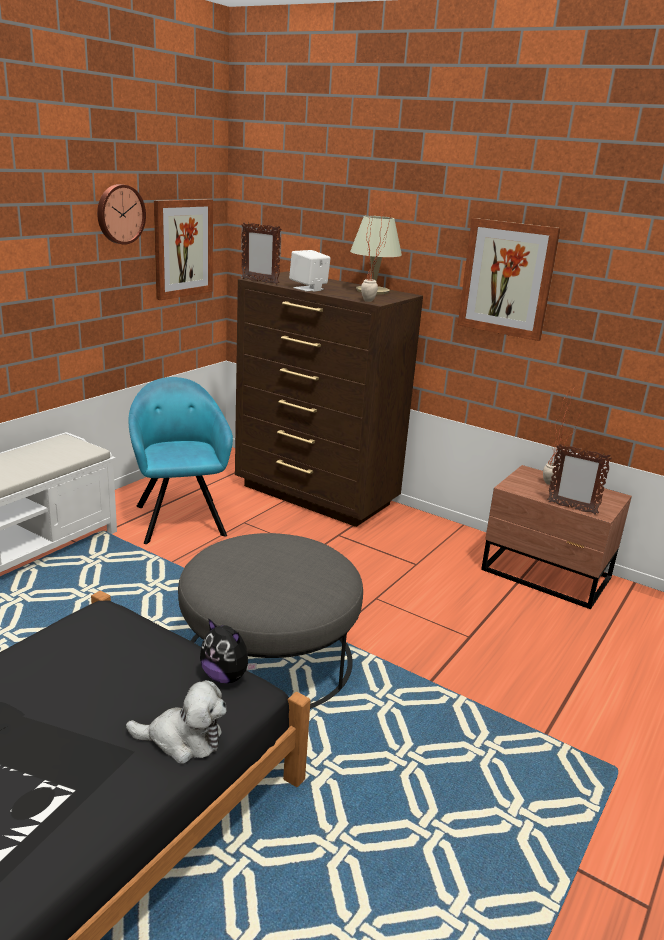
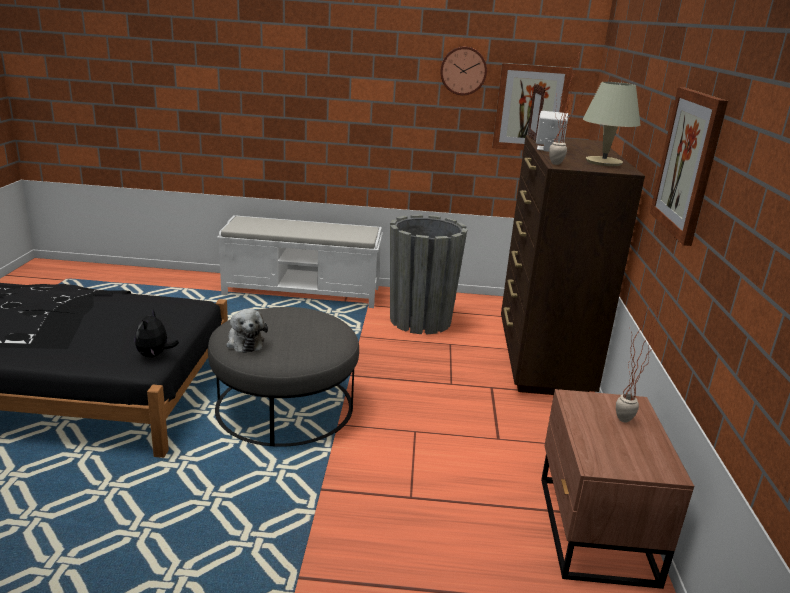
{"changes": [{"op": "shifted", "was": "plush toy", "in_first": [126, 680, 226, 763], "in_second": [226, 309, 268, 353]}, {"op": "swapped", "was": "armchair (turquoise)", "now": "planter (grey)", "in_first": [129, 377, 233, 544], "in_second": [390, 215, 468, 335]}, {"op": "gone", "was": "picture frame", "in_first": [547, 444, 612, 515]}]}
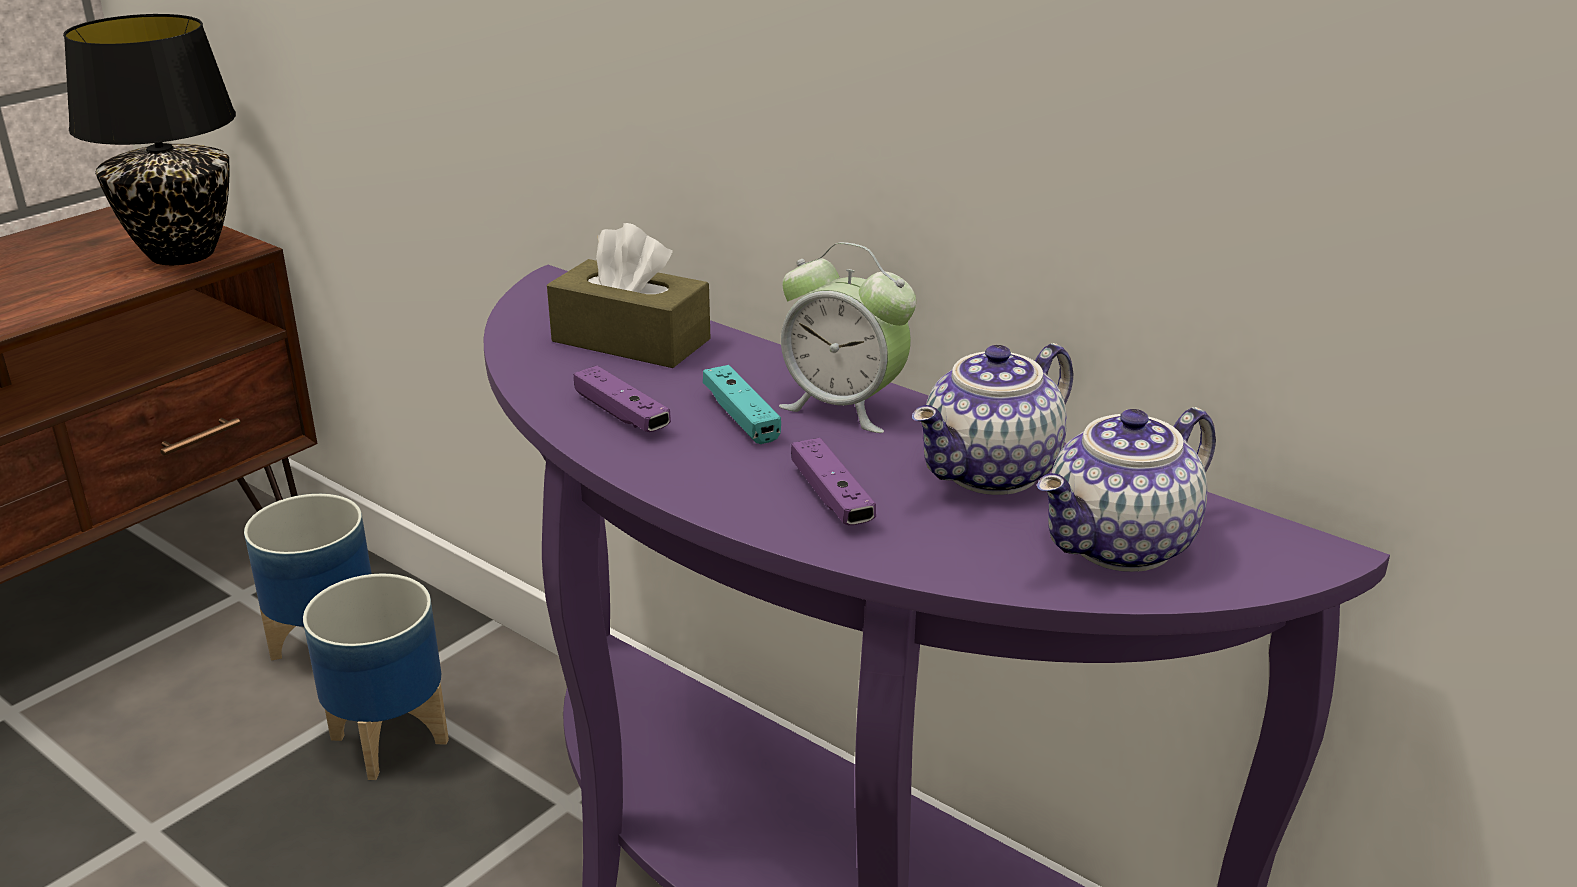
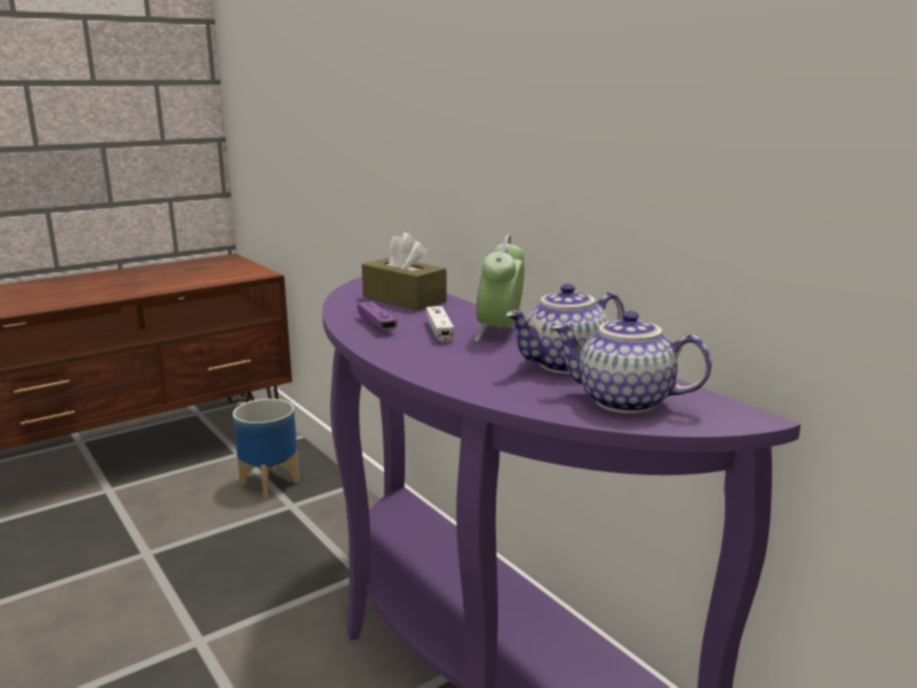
{"changes": [{"op": "gone", "was": "table lamp (black)", "in_first": [63, 14, 236, 265]}, {"op": "gone", "was": "planter", "in_first": [303, 573, 449, 780]}, {"op": "repainted", "was": "game controller (turquoise)", "now": "game controller (white)", "in_first": [703, 365, 781, 444], "in_second": [426, 306, 454, 342]}, {"op": "rotated", "was": "alarm clock", "in_first": [779, 242, 916, 433], "in_second": [474, 235, 524, 341], "clockwise": 60}, {"op": "gone", "was": "game controller (purple)", "in_first": [791, 438, 876, 525]}, {"op": "rotated", "was": "teapot", "in_first": [1037, 407, 1216, 572], "in_second": [551, 311, 712, 414], "clockwise": 45}]}
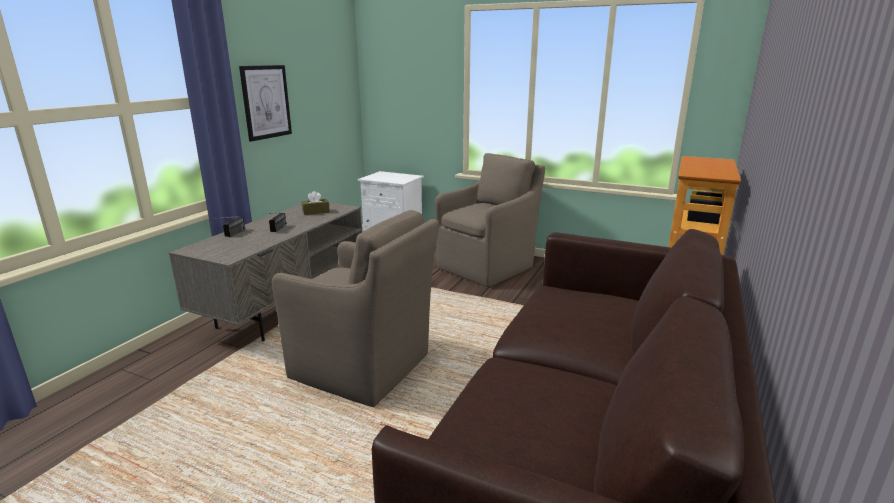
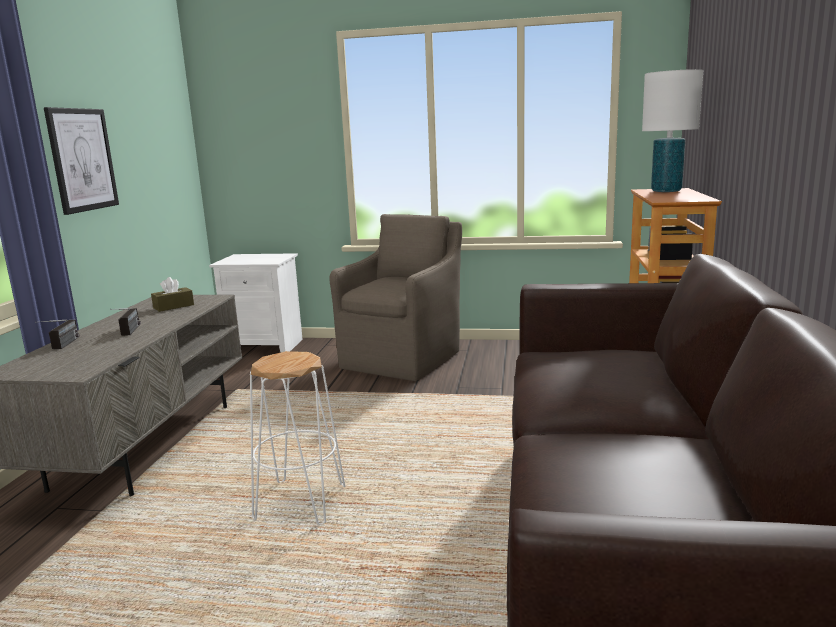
{"changes": [{"op": "swapped", "was": "armchair (brown)", "now": "stool (white)", "in_first": [272, 210, 439, 407], "in_second": [250, 351, 345, 525]}, {"op": "new", "now": "table lamp (white)", "in_second": [642, 69, 703, 192]}]}
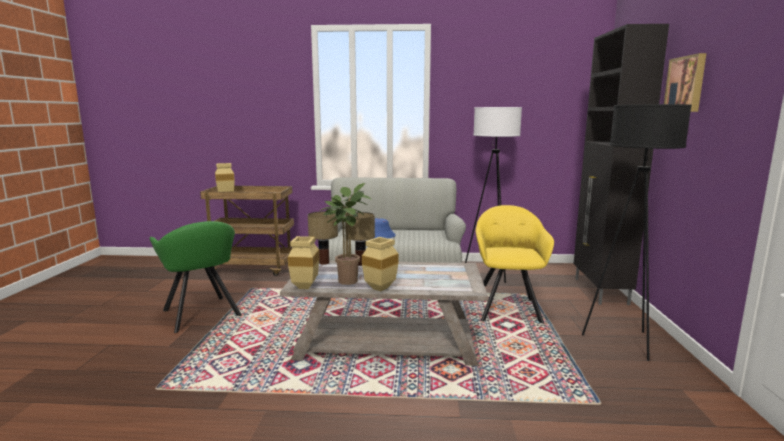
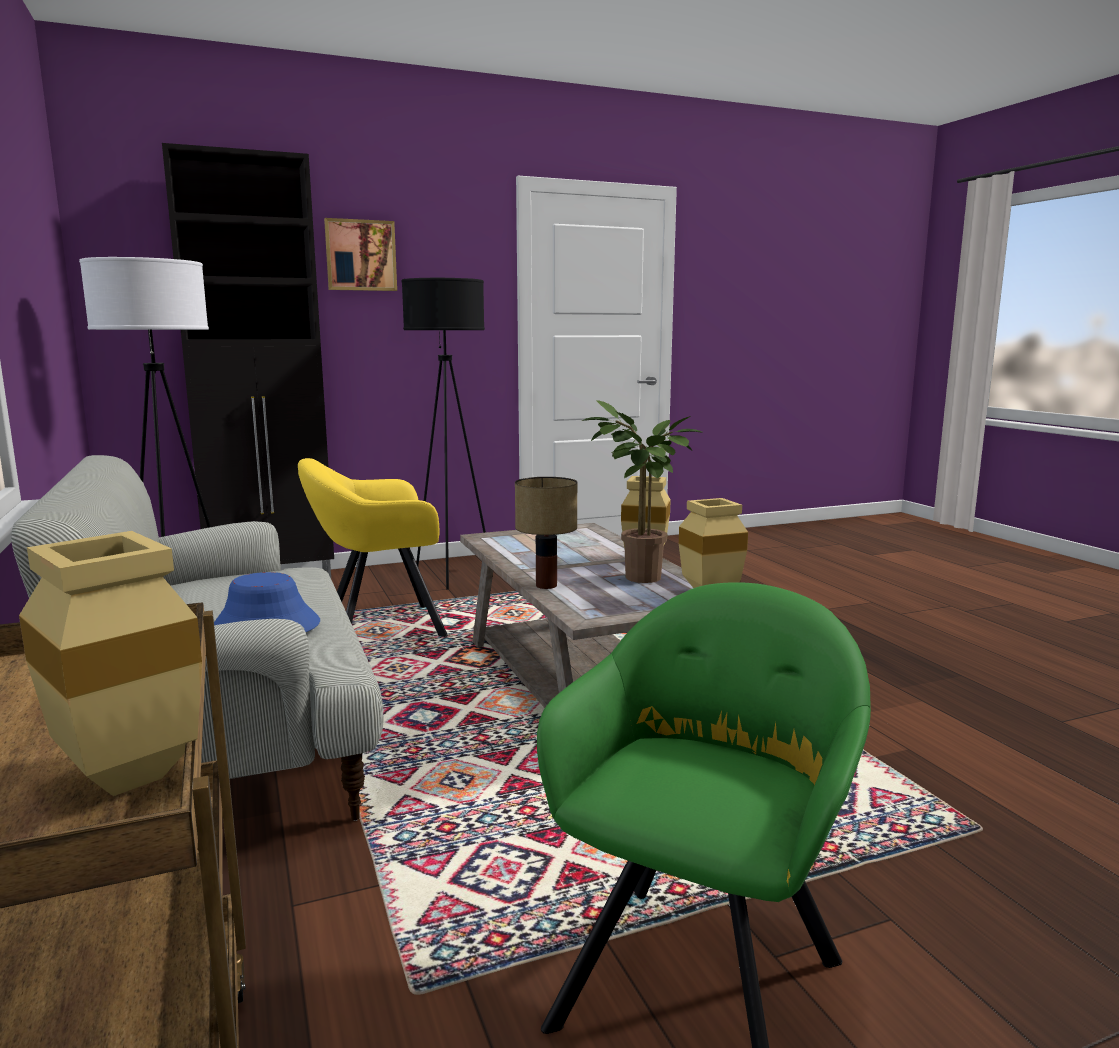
{"changes": [{"op": "gone", "was": "table lamp", "in_first": [308, 211, 338, 265]}]}
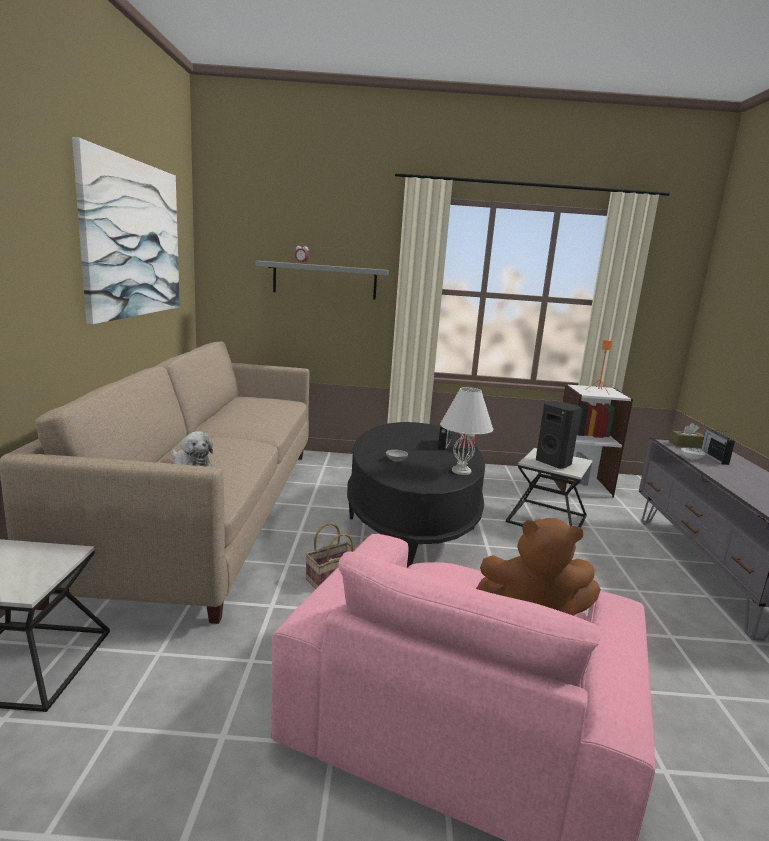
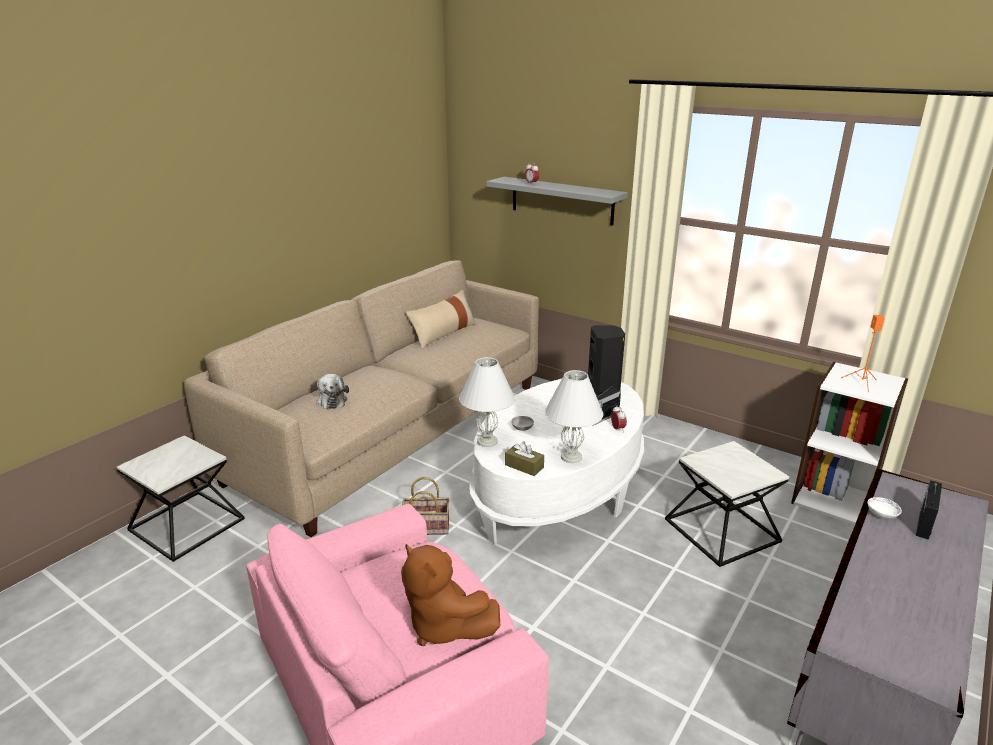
{"changes": [{"op": "gone", "was": "picture", "in_first": [72, 137, 180, 324]}, {"op": "repainted", "was": "coffee table (black)", "now": "coffee table (white)", "in_first": [347, 422, 485, 568], "in_second": [469, 379, 644, 544]}, {"op": "shifted", "was": "speaker (black)", "in_first": [536, 401, 581, 469], "in_second": [588, 325, 625, 395]}, {"op": "shifted", "was": "tissue box (brown)", "in_first": [670, 423, 704, 448], "in_second": [505, 441, 544, 476]}, {"op": "new", "now": "pillow (beige)", "in_second": [406, 290, 477, 349]}, {"op": "new", "now": "table lamp (white)", "in_second": [459, 357, 515, 447]}]}
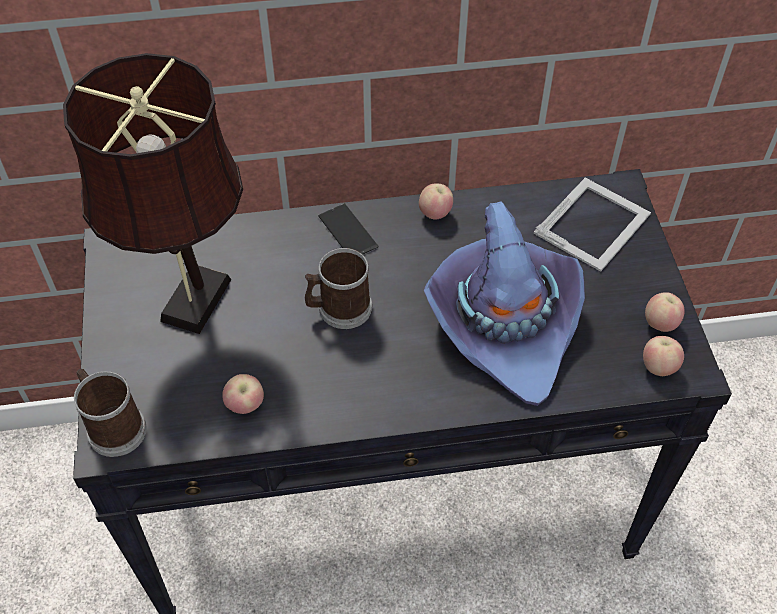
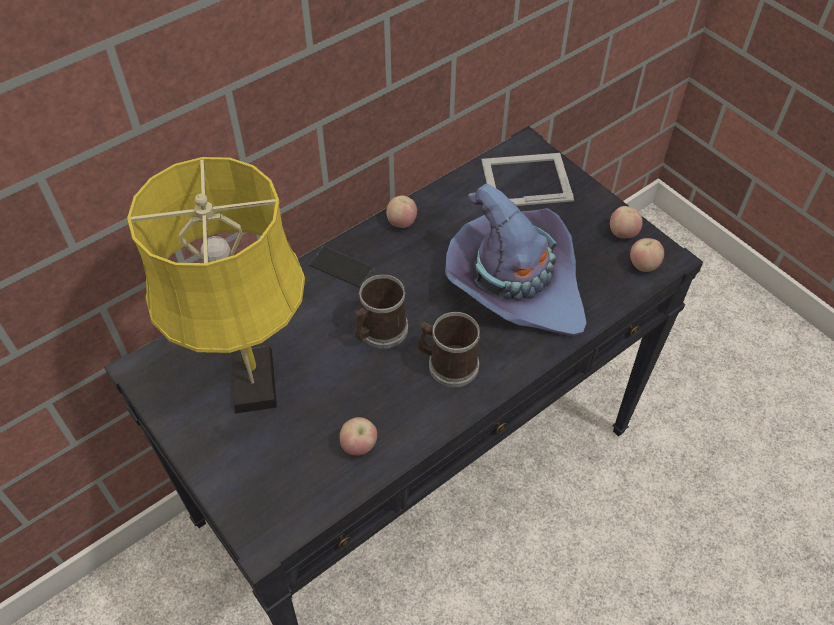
{"changes": [{"op": "repainted", "was": "table lamp (brown)", "now": "table lamp (yellow)", "in_first": [63, 53, 243, 334], "in_second": [127, 157, 305, 414]}, {"op": "shifted", "was": "mug", "in_first": [74, 369, 147, 457], "in_second": [417, 312, 480, 387]}, {"op": "rotated", "was": "picture frame", "in_first": [534, 178, 651, 272], "in_second": [481, 153, 574, 206], "clockwise": -105}]}
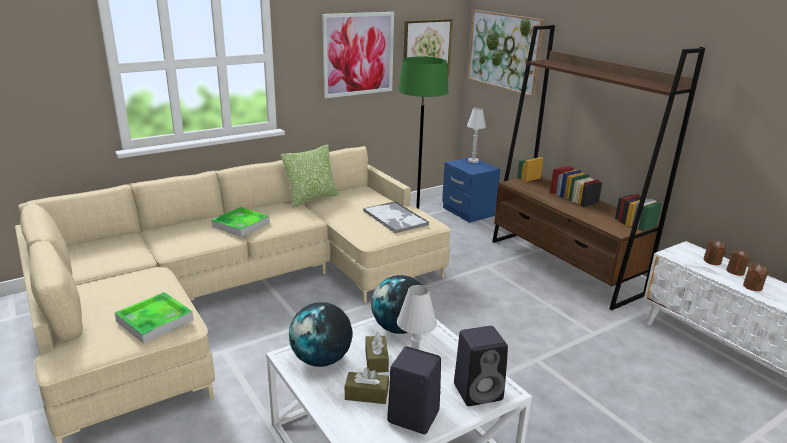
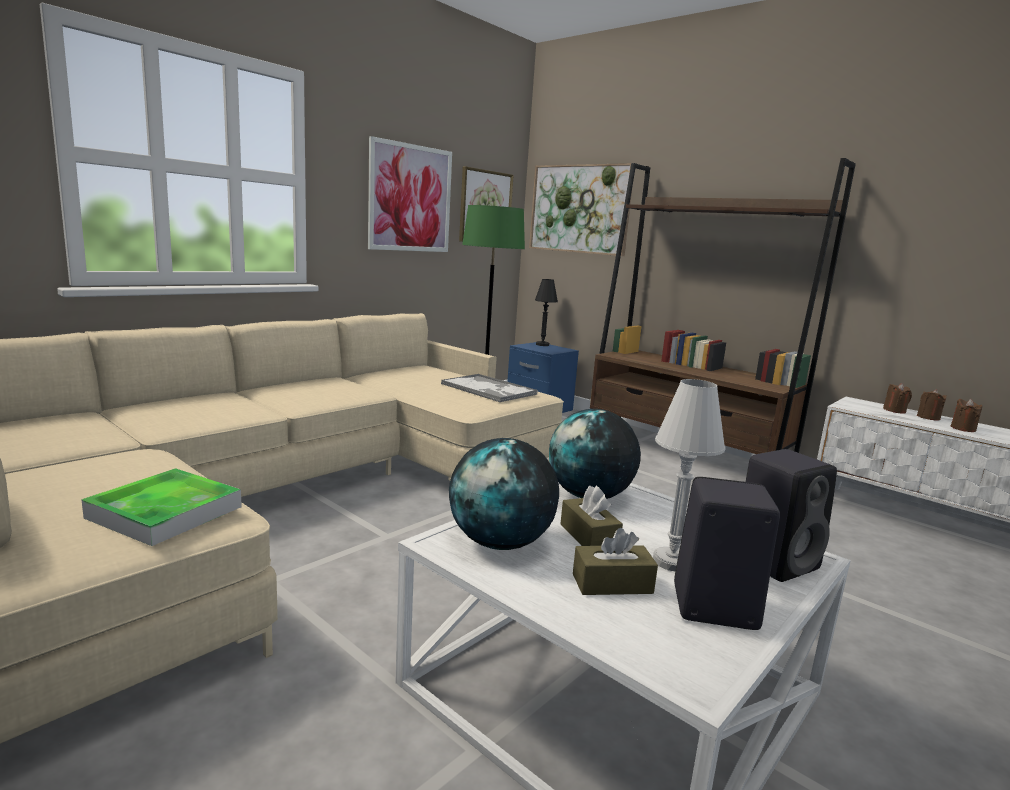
{"changes": [{"op": "gone", "was": "tray", "in_first": [212, 207, 270, 237]}, {"op": "gone", "was": "pillow", "in_first": [281, 144, 339, 208]}, {"op": "repainted", "was": "table lamp (white)", "now": "table lamp (black)", "in_first": [467, 108, 486, 163], "in_second": [535, 279, 558, 346]}]}
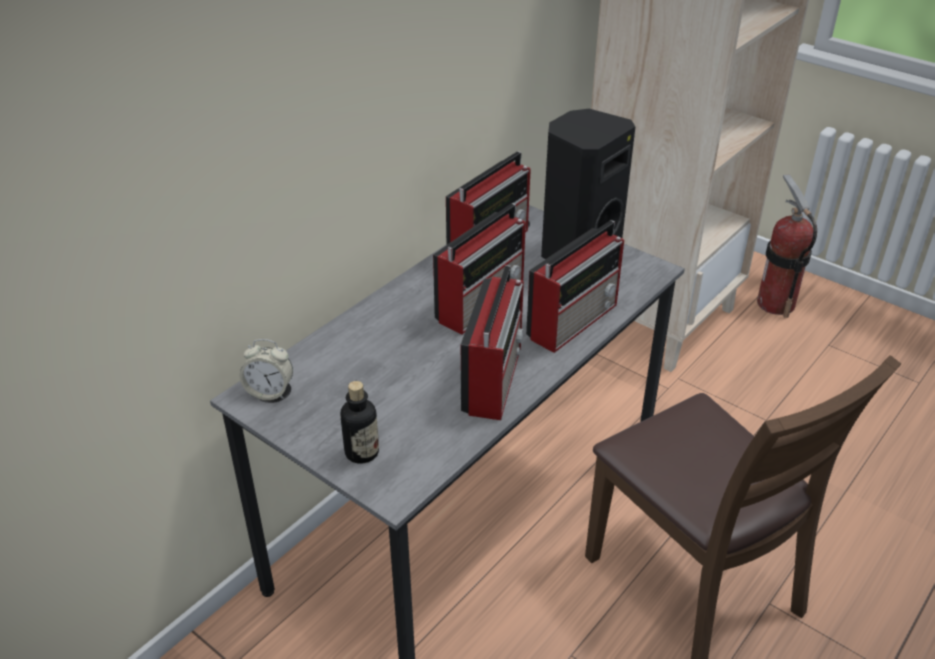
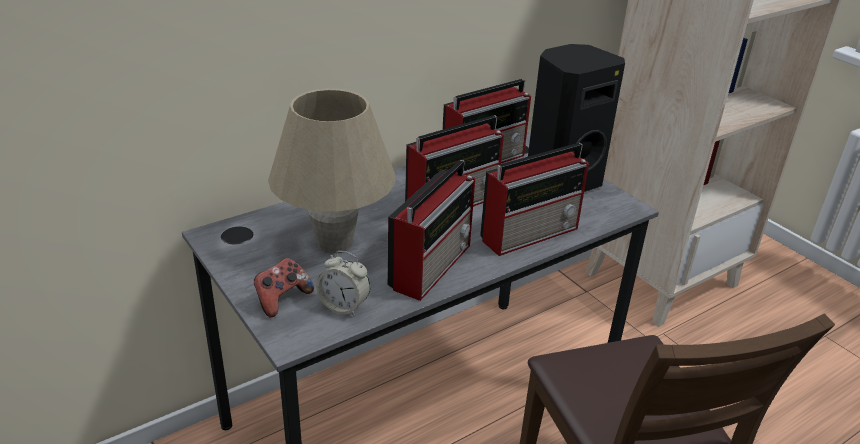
{"changes": [{"op": "shifted", "was": "alarm clock", "in_first": [240, 339, 293, 400], "in_second": [316, 251, 370, 317]}, {"op": "swapped", "was": "bottle", "now": "game controller", "in_first": [340, 381, 379, 464], "in_second": [254, 258, 314, 318]}, {"op": "gone", "was": "fire extinguisher", "in_first": [757, 174, 817, 318]}, {"op": "new", "now": "table lamp (beige)", "in_second": [268, 88, 395, 254]}]}
